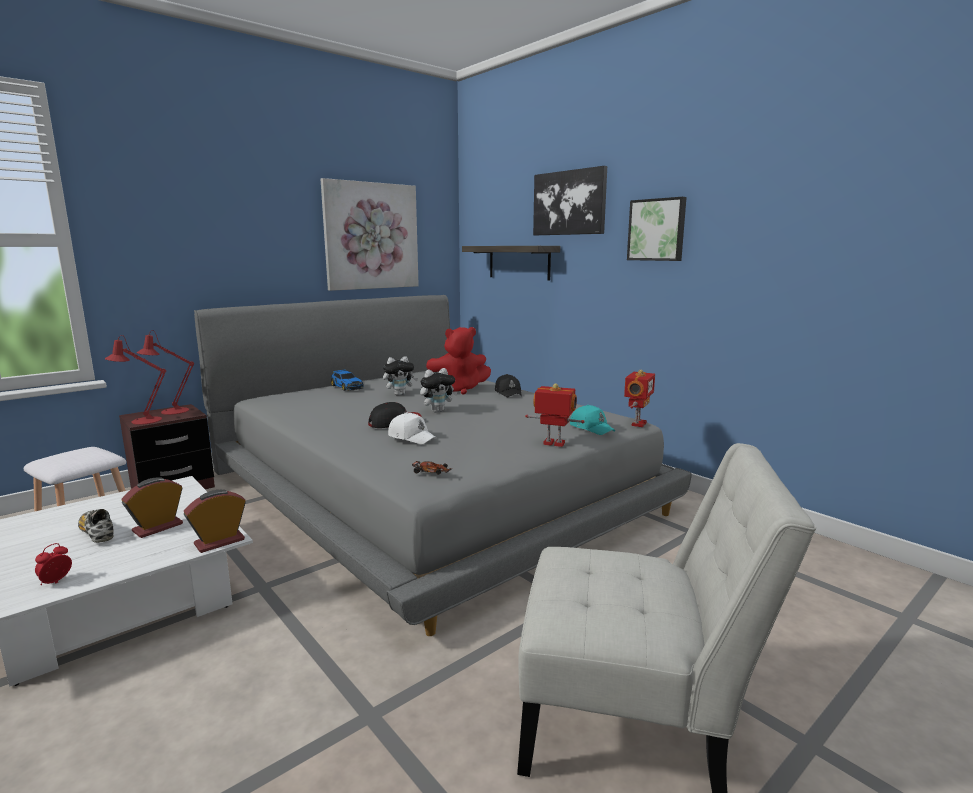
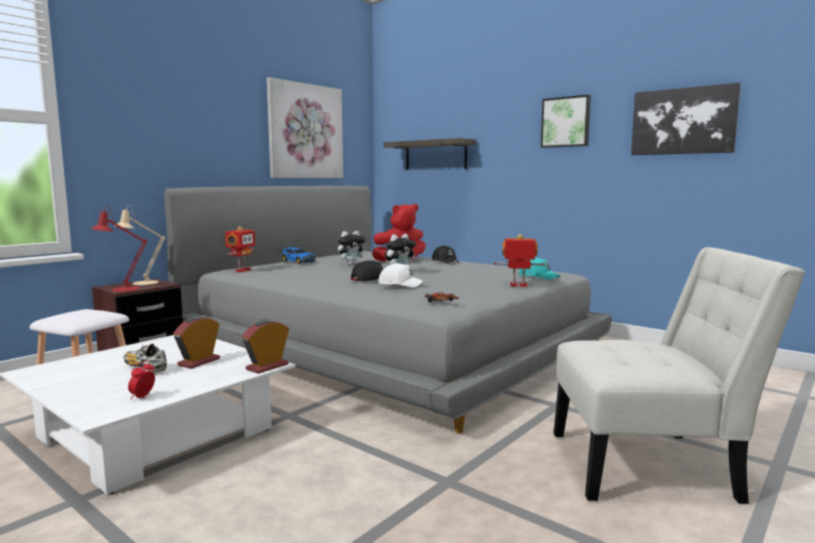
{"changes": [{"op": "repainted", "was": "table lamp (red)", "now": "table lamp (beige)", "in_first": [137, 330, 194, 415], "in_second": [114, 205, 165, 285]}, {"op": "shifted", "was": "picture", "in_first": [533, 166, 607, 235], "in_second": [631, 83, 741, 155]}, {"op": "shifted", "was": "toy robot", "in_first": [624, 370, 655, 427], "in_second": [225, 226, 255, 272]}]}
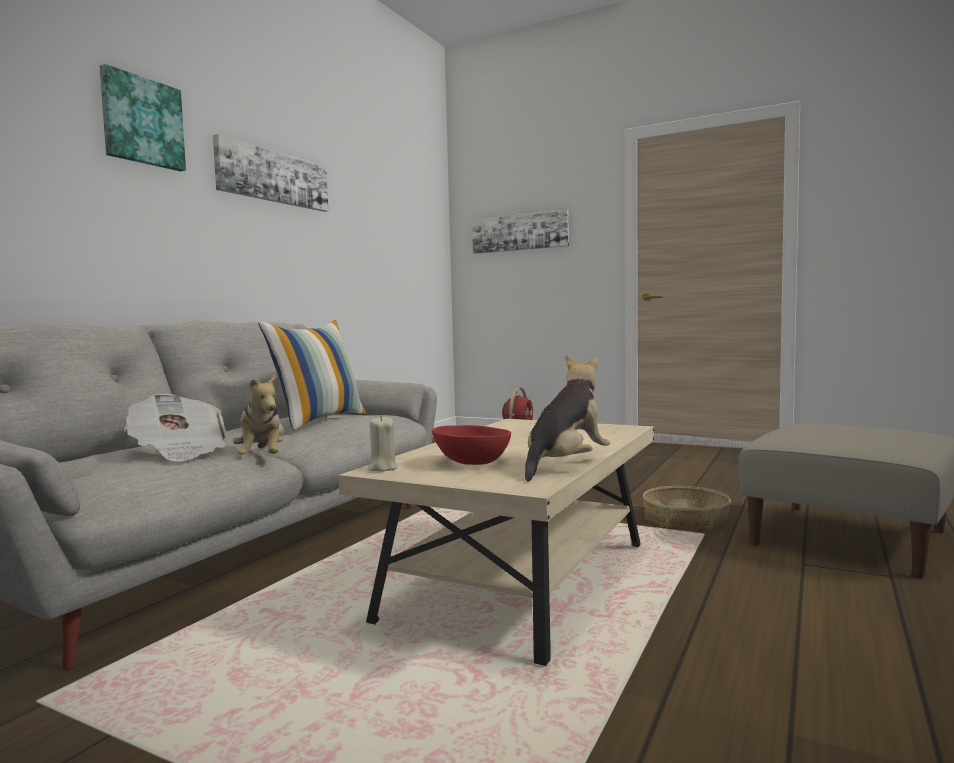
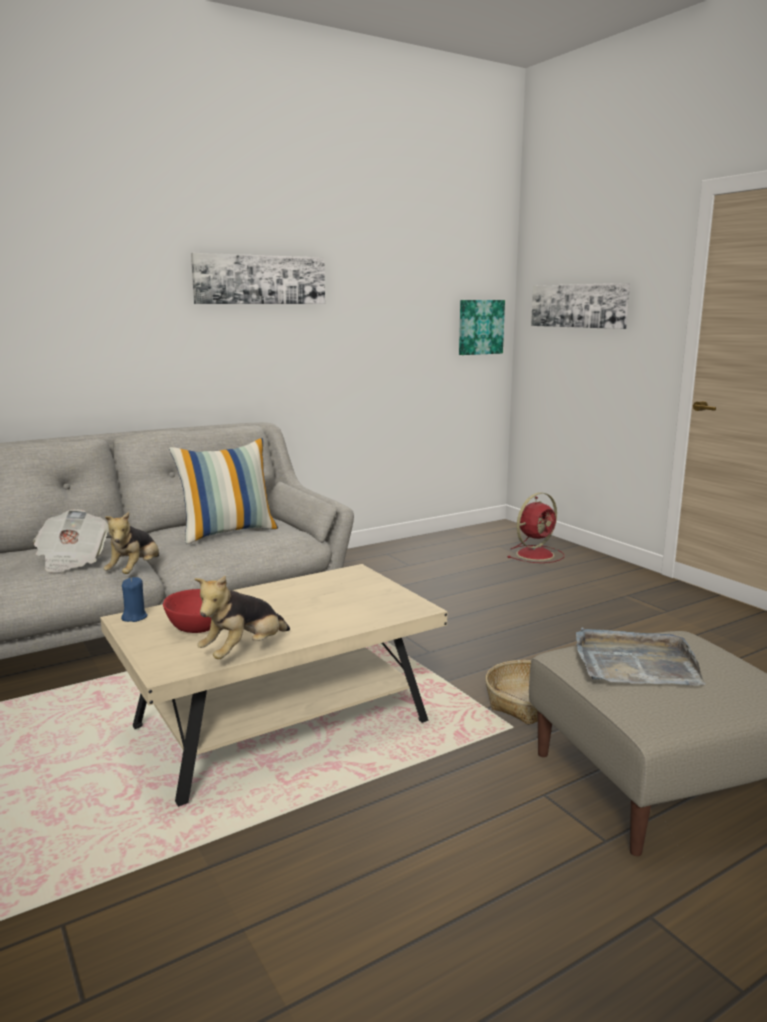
{"changes": [{"op": "shifted", "was": "picture", "in_first": [100, 64, 186, 171], "in_second": [459, 300, 505, 355]}, {"op": "repainted", "was": "candle (beige)", "now": "candle (blue)", "in_first": [368, 416, 398, 472], "in_second": [121, 577, 148, 622]}, {"op": "rotated", "was": "plush toy", "in_first": [525, 355, 610, 482], "in_second": [195, 576, 290, 659], "clockwise": 150}, {"op": "new", "now": "tray (grey)", "in_second": [576, 627, 706, 686]}]}
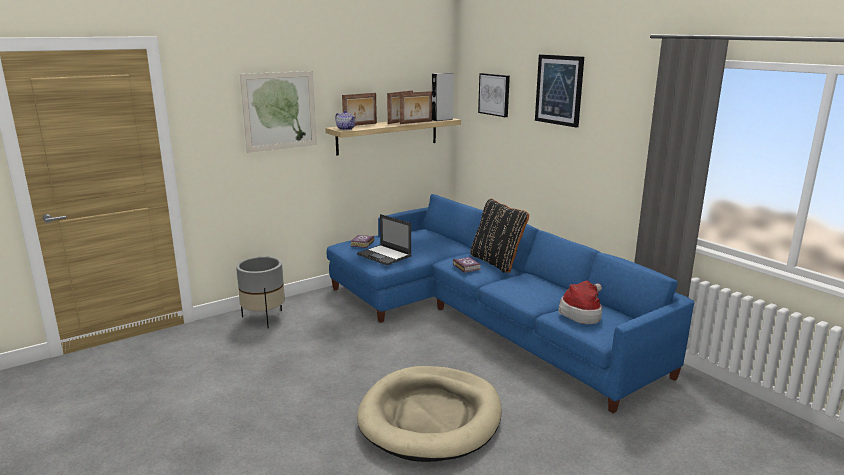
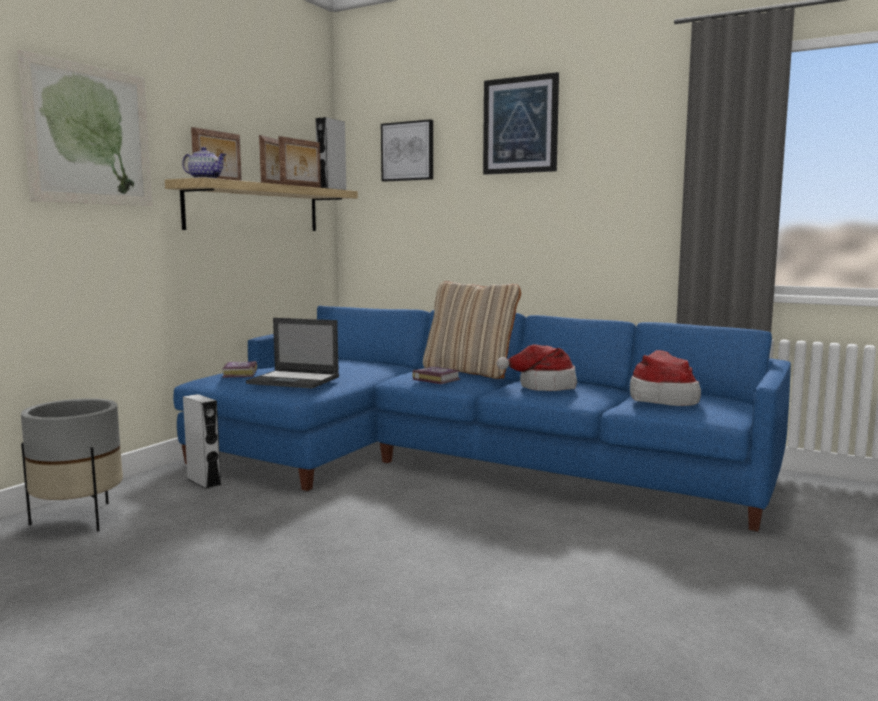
{"changes": [{"op": "gone", "was": "dog bed (beige)", "in_first": [357, 366, 502, 462]}, {"op": "repainted", "was": "pillow (black)", "now": "pillow (beige)", "in_first": [470, 199, 529, 273], "in_second": [423, 281, 521, 379]}, {"op": "new", "now": "speaker (grey)", "in_second": [183, 394, 221, 489]}, {"op": "new", "now": "hat", "in_second": [497, 344, 577, 391]}]}
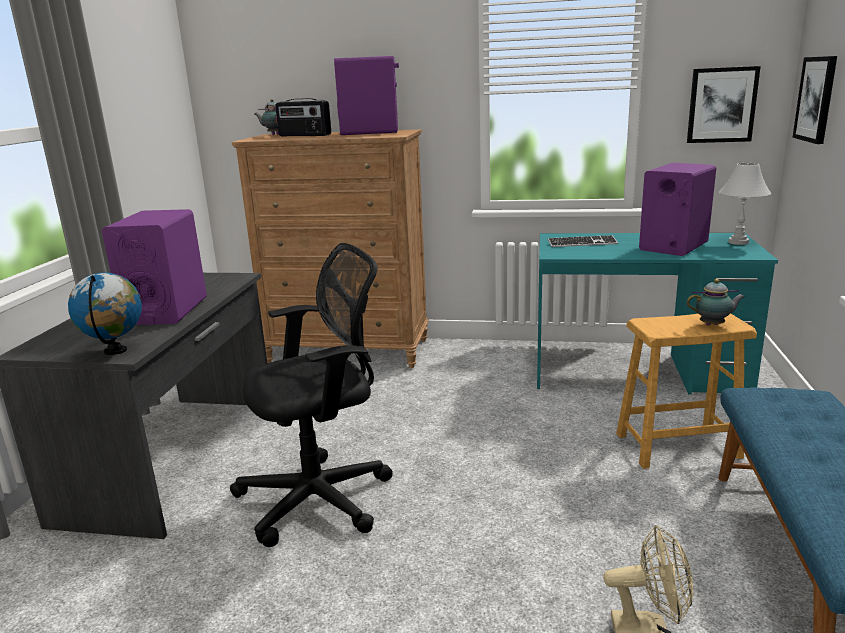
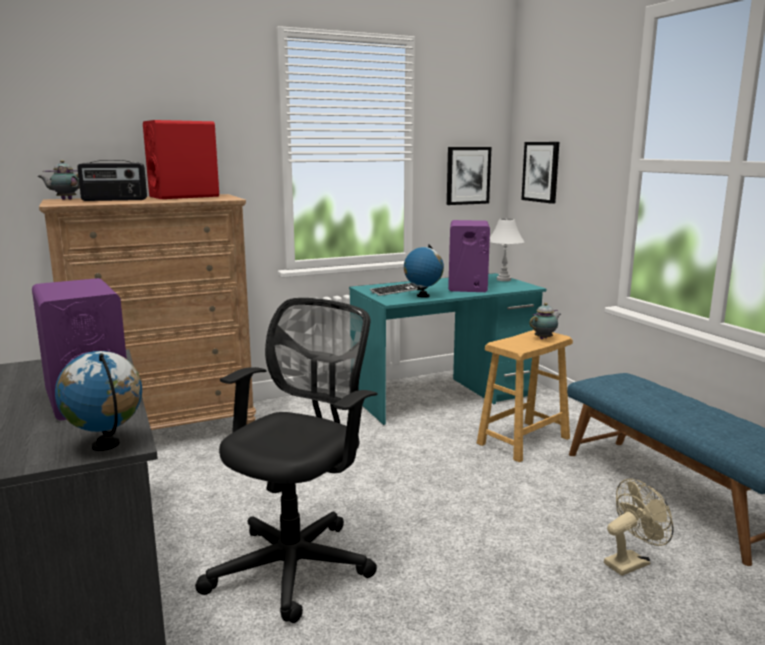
{"changes": [{"op": "repainted", "was": "speaker (purple)", "now": "speaker (red)", "in_first": [334, 56, 399, 135], "in_second": [143, 120, 219, 199]}, {"op": "new", "now": "globe", "in_second": [404, 244, 444, 298]}]}
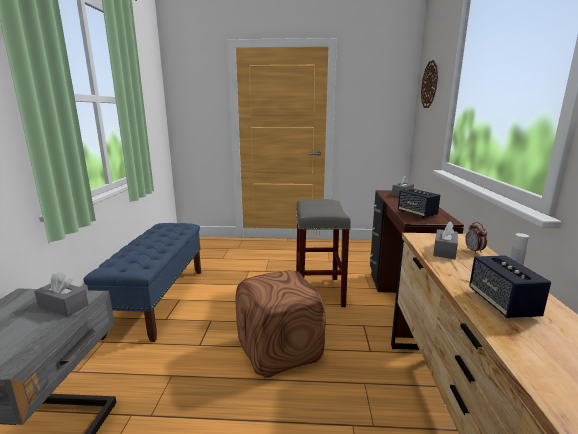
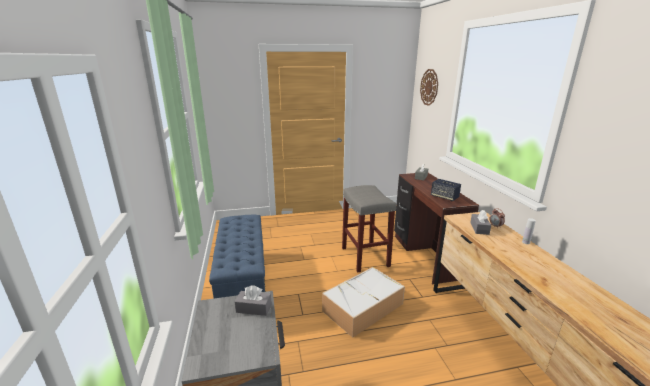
{"changes": [{"op": "swapped", "was": "ottoman (brown)", "now": "storage box", "in_first": [235, 270, 326, 377], "in_second": [322, 267, 405, 338]}, {"op": "gone", "was": "speaker", "in_first": [469, 255, 551, 318]}]}
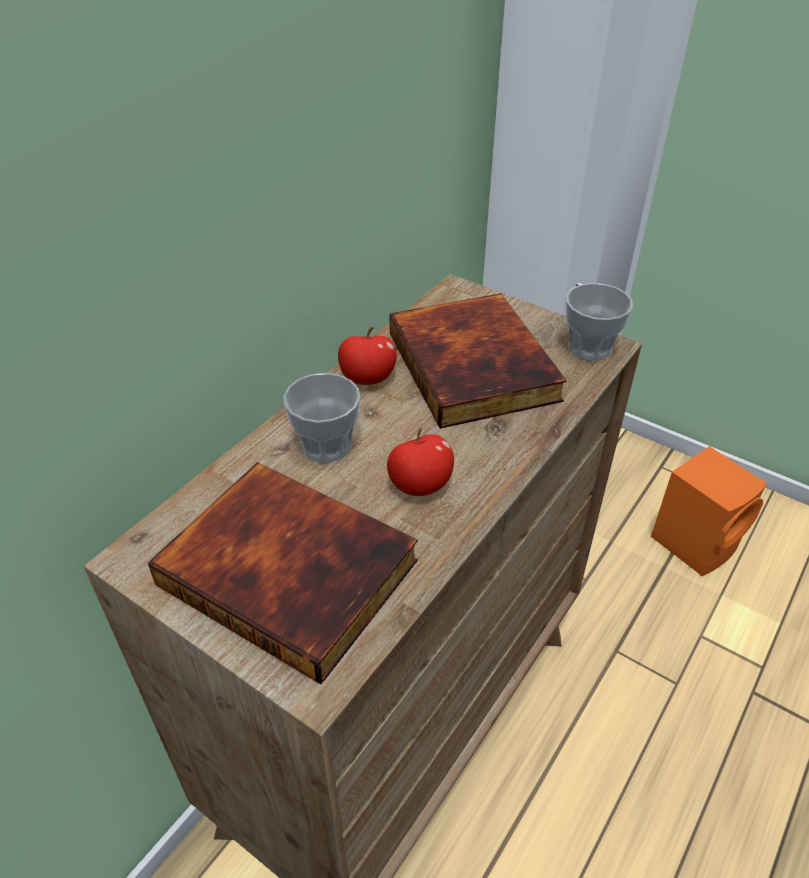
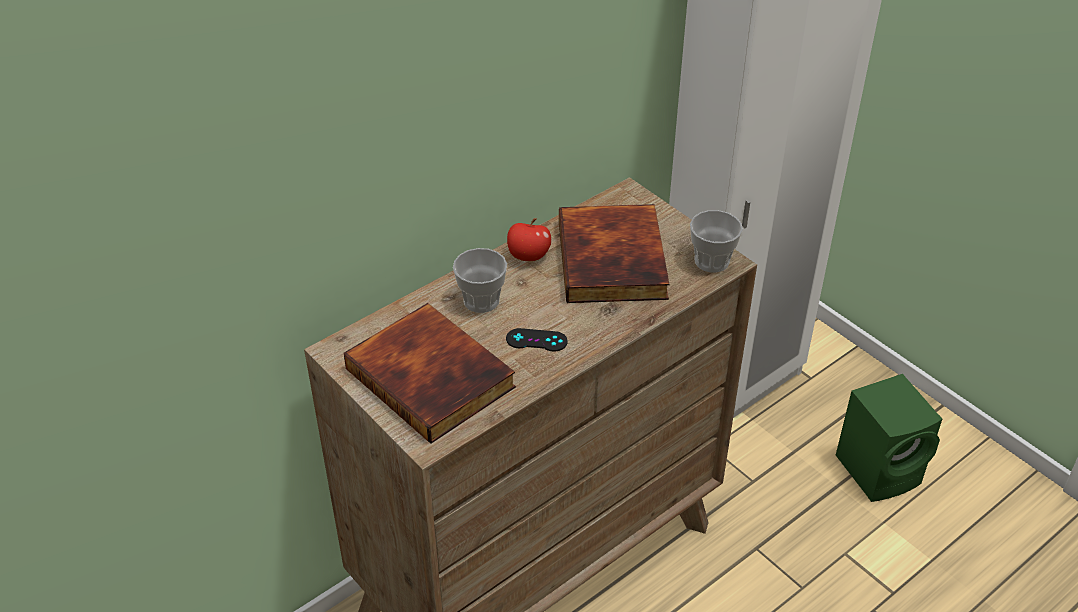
{"changes": [{"op": "swapped", "was": "apple", "now": "game controller (black)", "in_first": [387, 428, 454, 496], "in_second": [506, 328, 568, 352]}, {"op": "repainted", "was": "speaker (orange)", "now": "speaker (green)", "in_first": [651, 446, 767, 576], "in_second": [836, 374, 942, 502]}]}
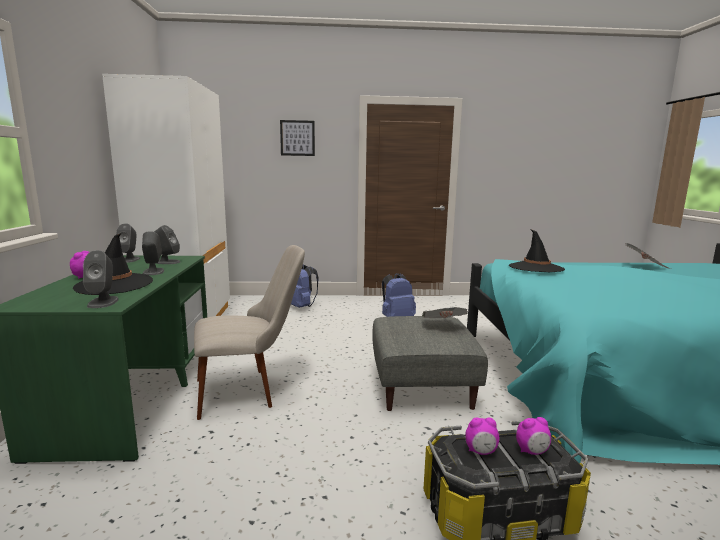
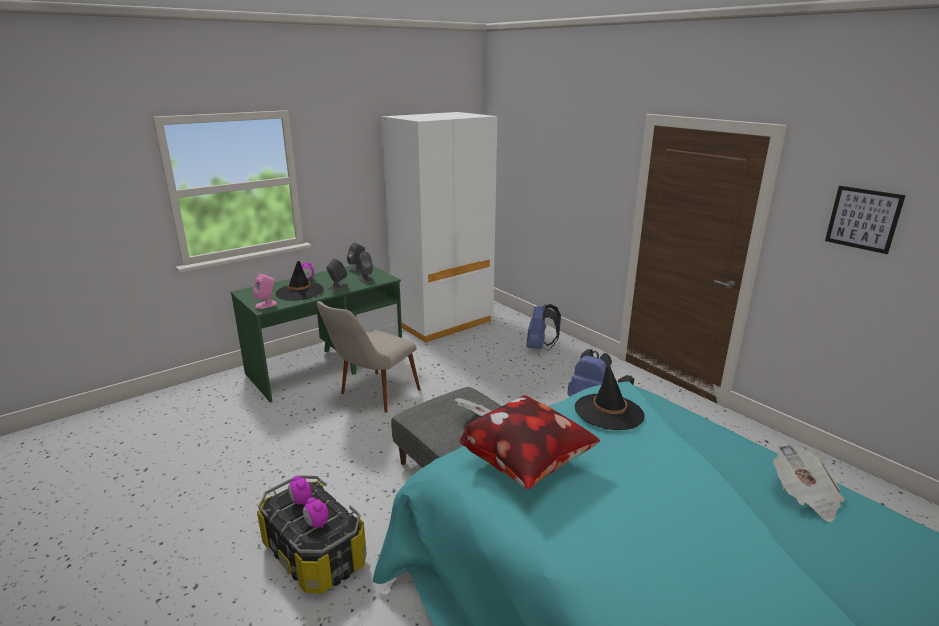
{"changes": [{"op": "repainted", "was": "speaker (grey)", "now": "speaker (pink)", "in_first": [83, 250, 119, 308], "in_second": [253, 274, 277, 309]}, {"op": "rotated", "was": "chair (beige)", "in_first": [194, 245, 305, 420], "in_second": [317, 301, 420, 413], "clockwise": 90}, {"op": "shifted", "was": "picture", "in_first": [280, 120, 315, 156], "in_second": [825, 186, 906, 254]}, {"op": "new", "now": "pillow", "in_second": [459, 395, 600, 489]}]}
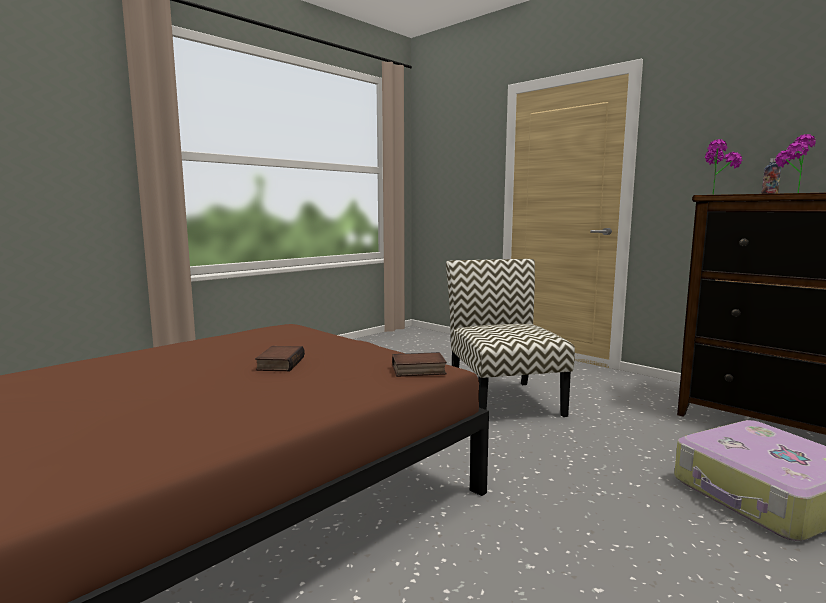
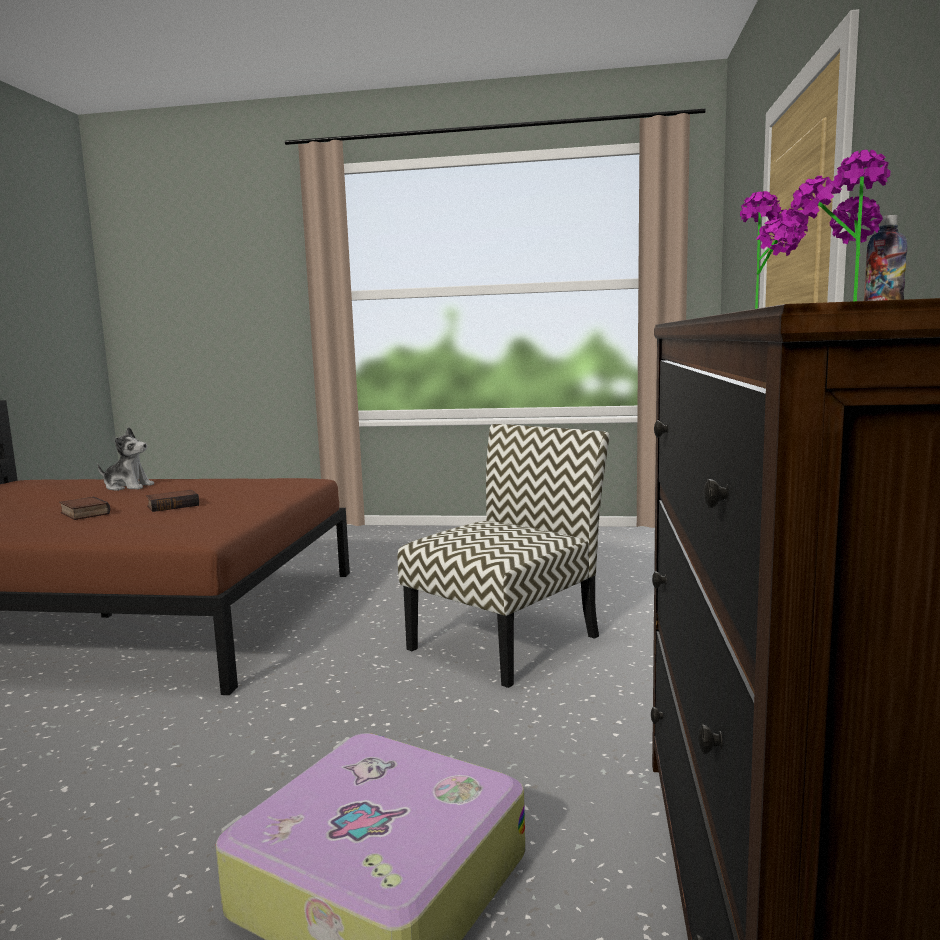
{"changes": [{"op": "shifted", "was": "book", "in_first": [392, 352, 447, 377], "in_second": [59, 496, 110, 520]}, {"op": "new", "now": "plush toy", "in_second": [97, 427, 154, 491]}]}
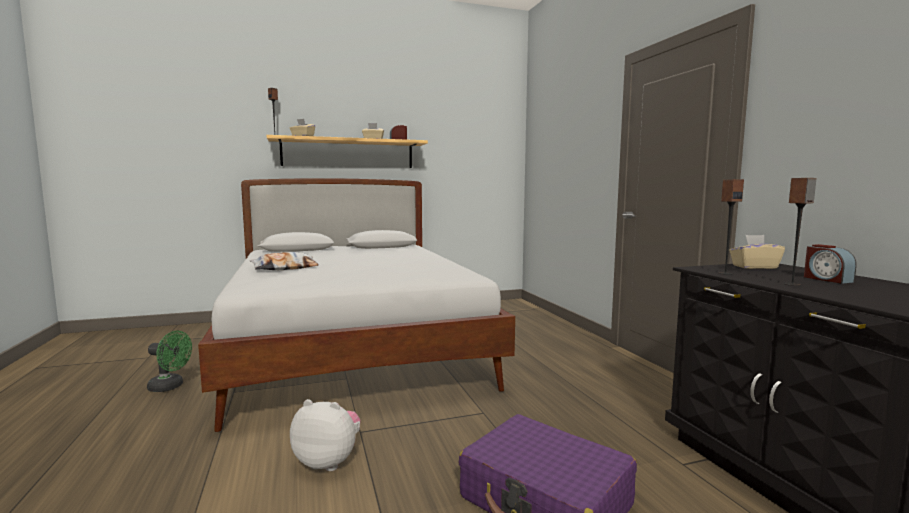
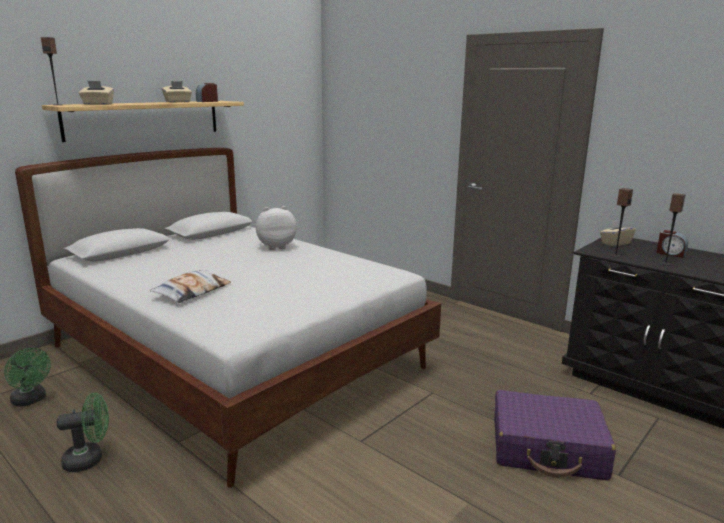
{"changes": [{"op": "shifted", "was": "plush toy", "in_first": [290, 399, 361, 471], "in_second": [256, 206, 297, 250]}, {"op": "new", "now": "fan (green)", "in_second": [4, 348, 51, 407]}]}
